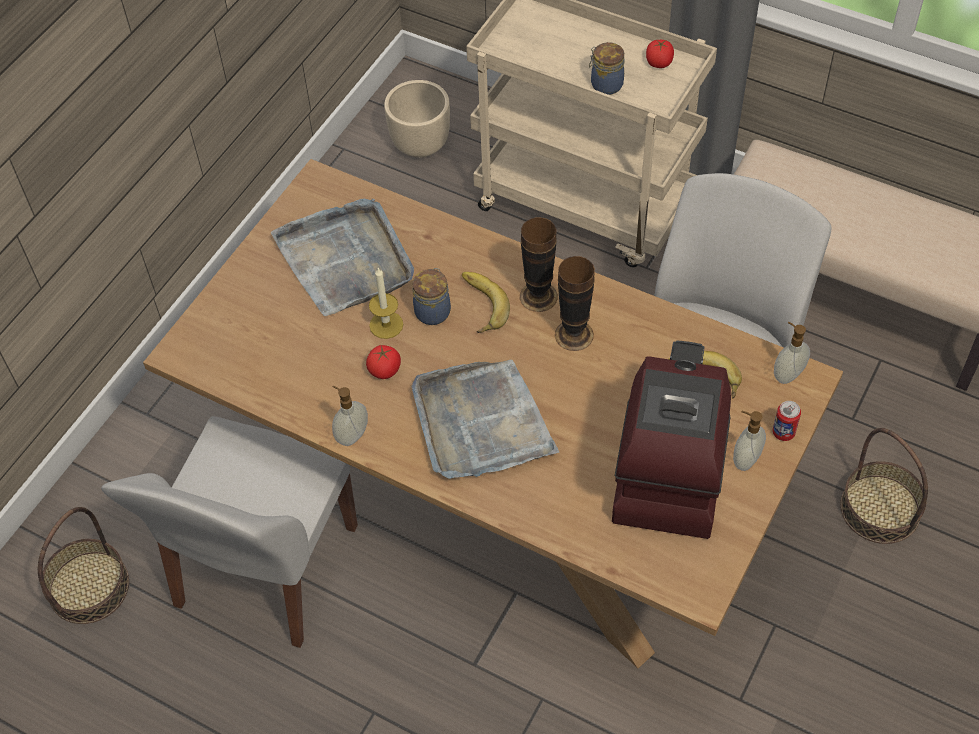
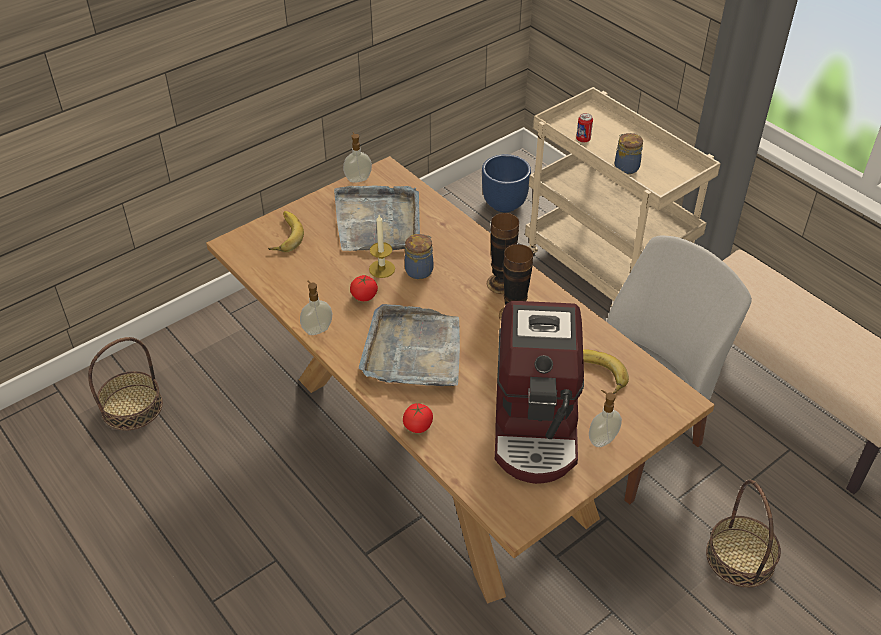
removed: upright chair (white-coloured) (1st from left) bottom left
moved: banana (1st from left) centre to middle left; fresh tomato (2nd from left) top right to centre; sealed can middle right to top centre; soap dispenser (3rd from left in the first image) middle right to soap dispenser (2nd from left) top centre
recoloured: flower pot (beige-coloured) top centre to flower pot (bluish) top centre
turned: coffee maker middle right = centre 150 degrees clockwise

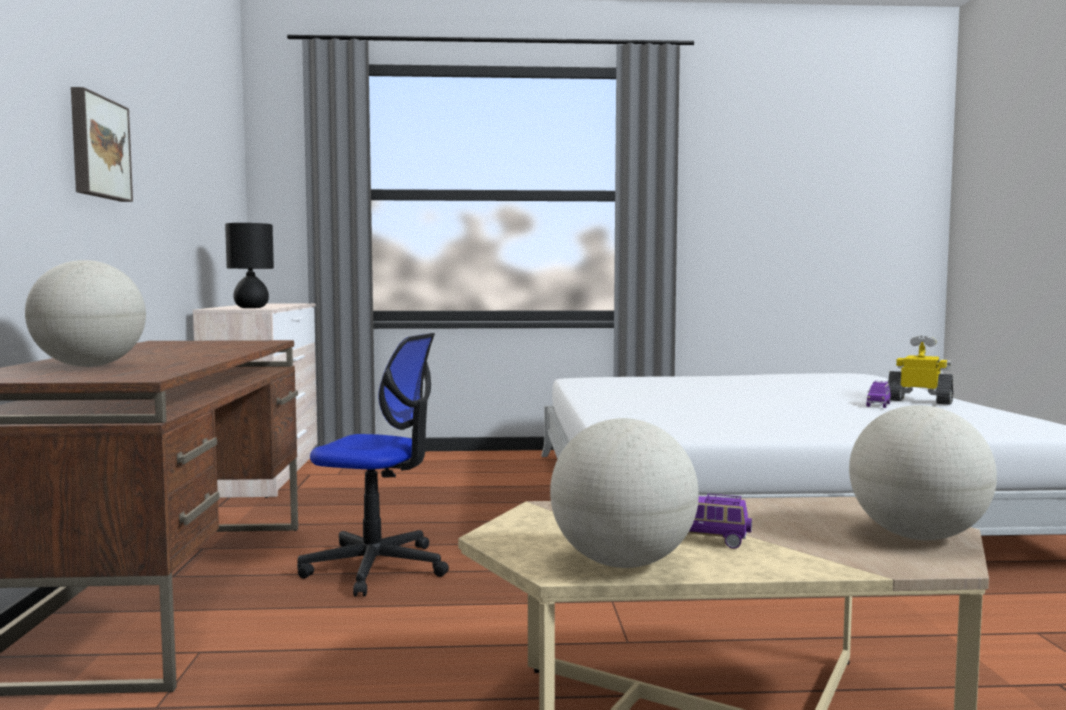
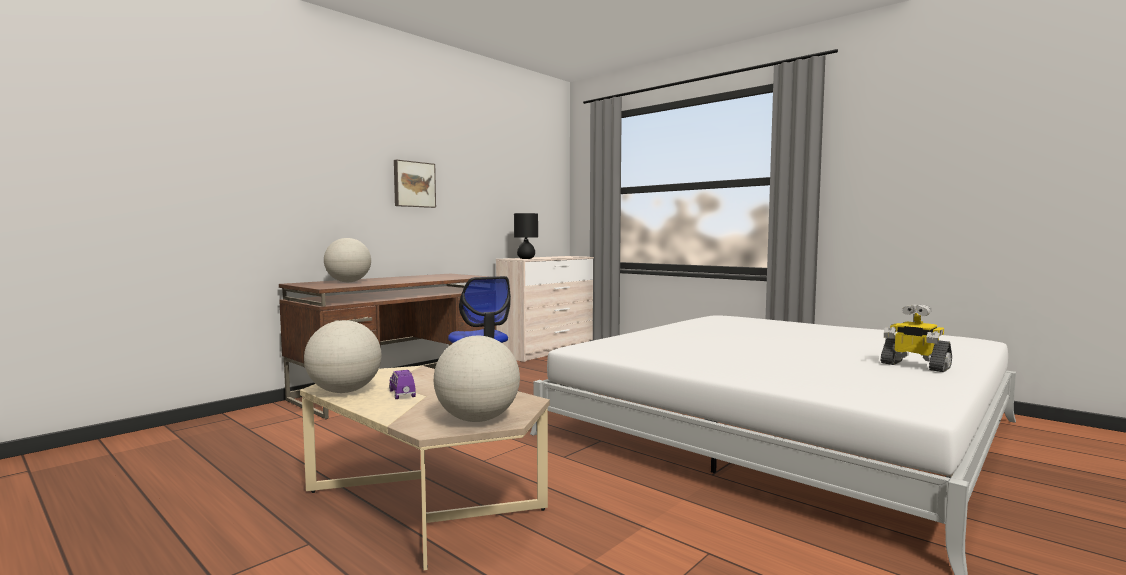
removed: miniature car (purplish) (2nd from left) middle right
turned: toy robot middle right = middle right 150 degrees clockwise

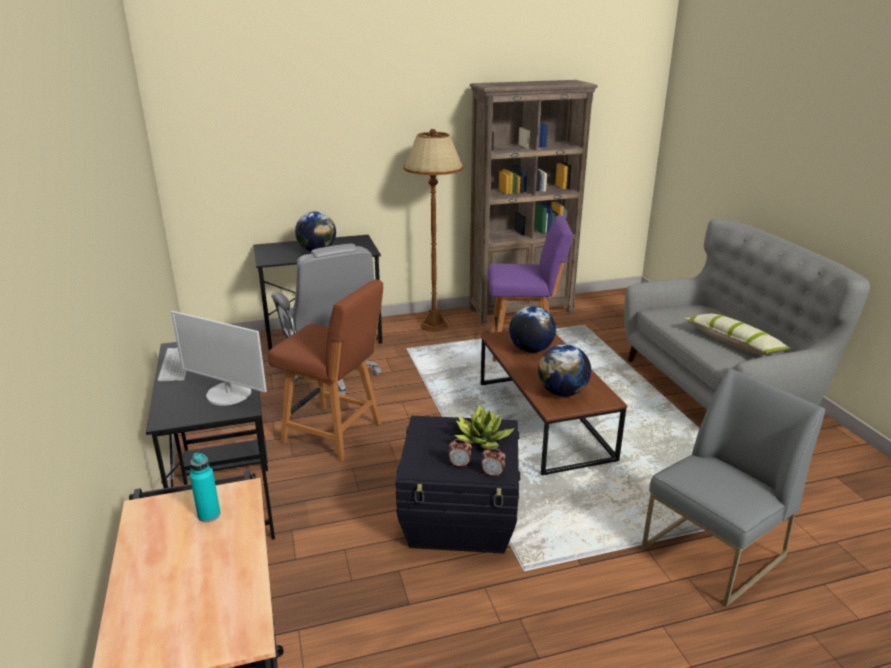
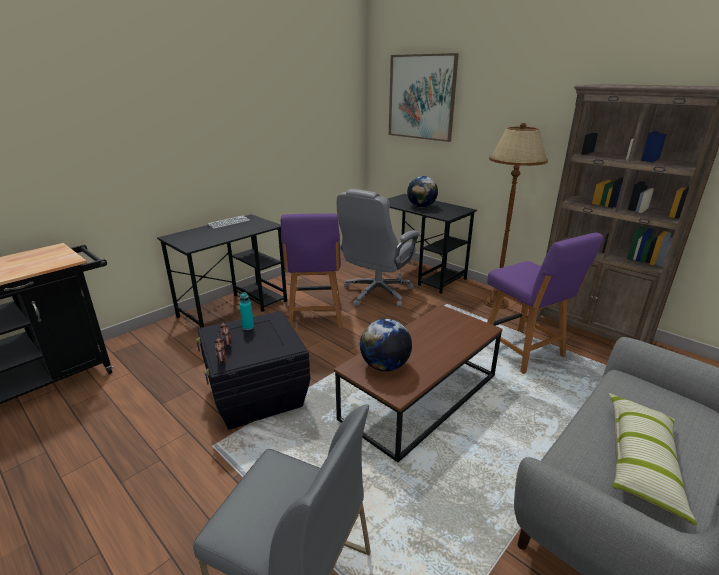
removed: computer display middle left; houseplant centre; globe (2nd from left) centre
added: picture top centre
moved: bottle (blue-green) bottom left to centre
recoloured: upright chair (brown-coloured) centre to upright chair (purplish) (1st from left) centre

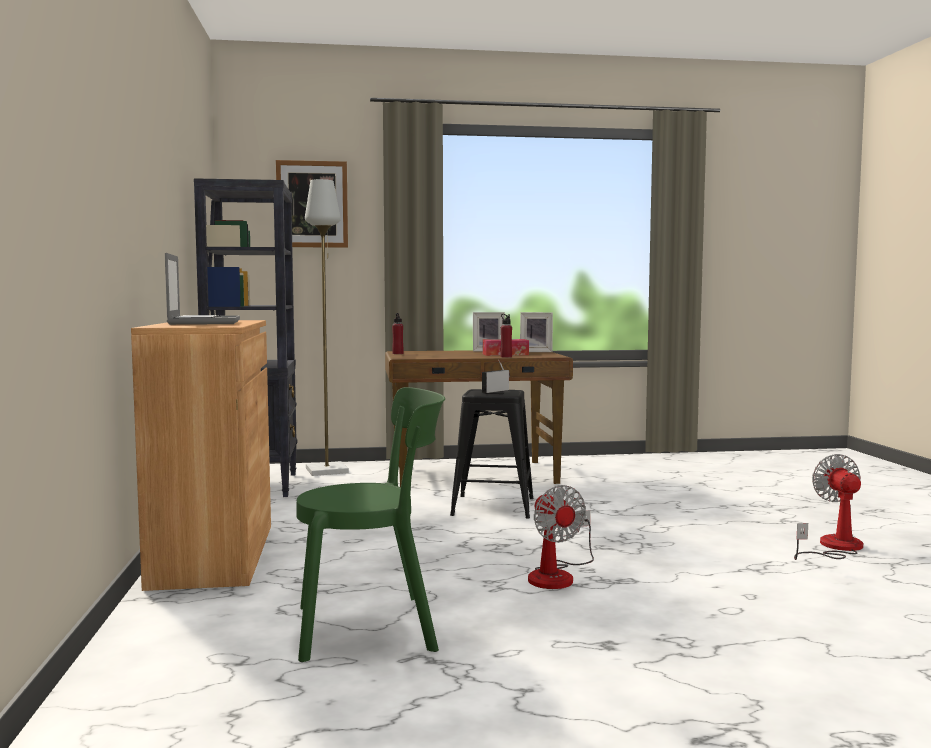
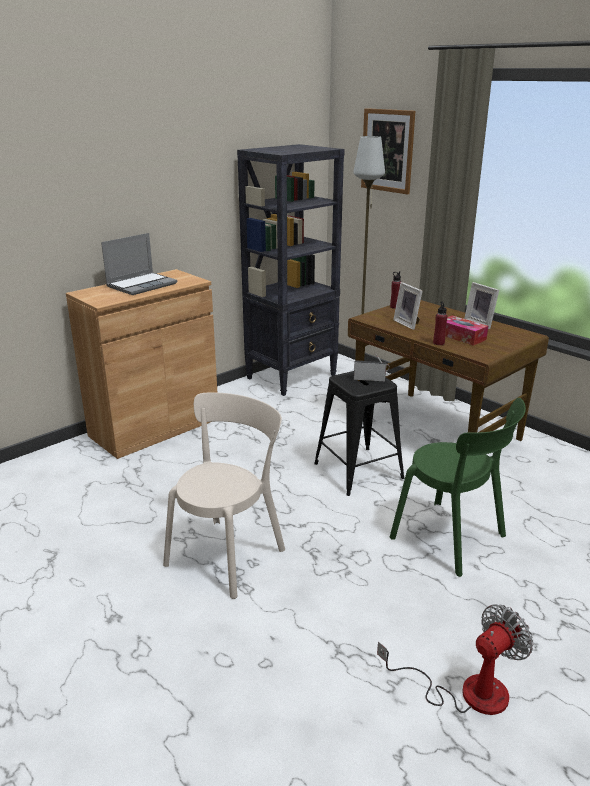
moved: upright chair (green-coloured) bottom centre to middle right; photo frame (2nd from left in the first image) centre to photo frame (1st from left) middle right
replaced: fan (1st from left) bottom centre to upright chair (beige-coloured) centre

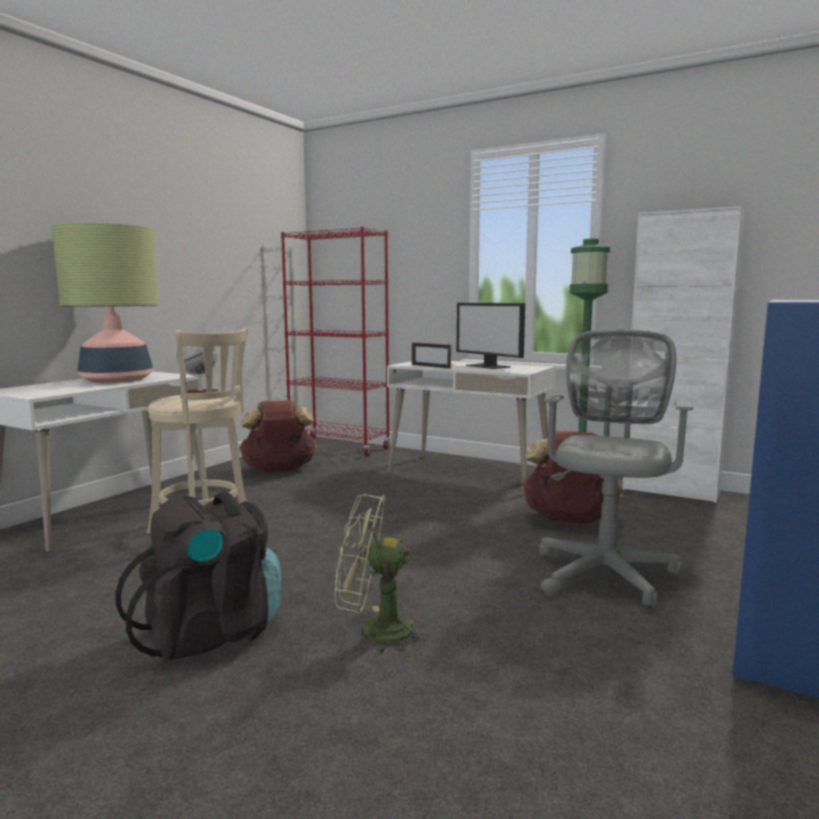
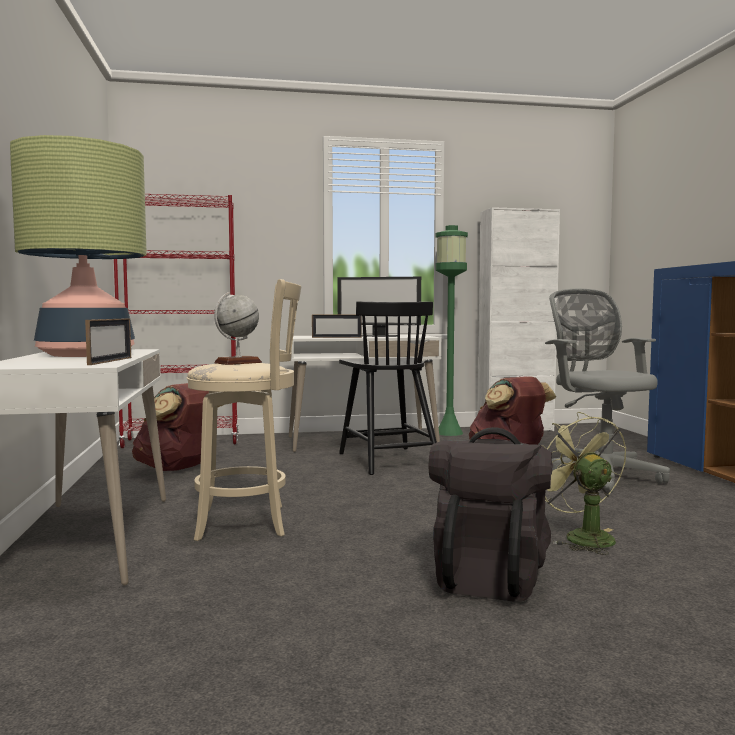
added: photo frame (1st from left) middle left; upright chair (black-coloured) centre
turned: fan (green-coloured) bottom centre = middle right 105 degrees clockwise

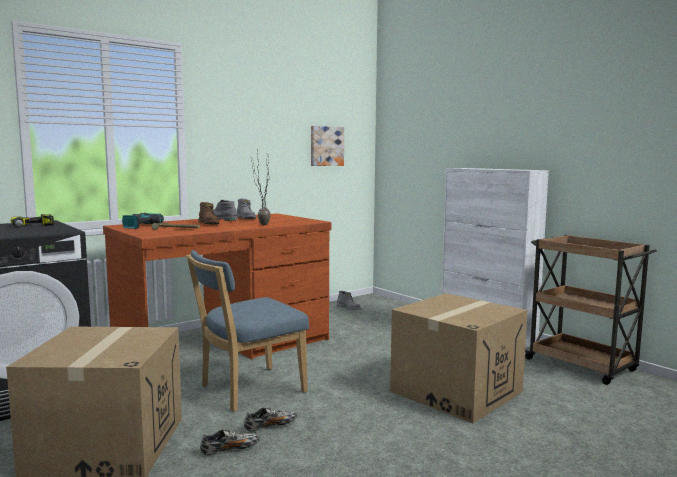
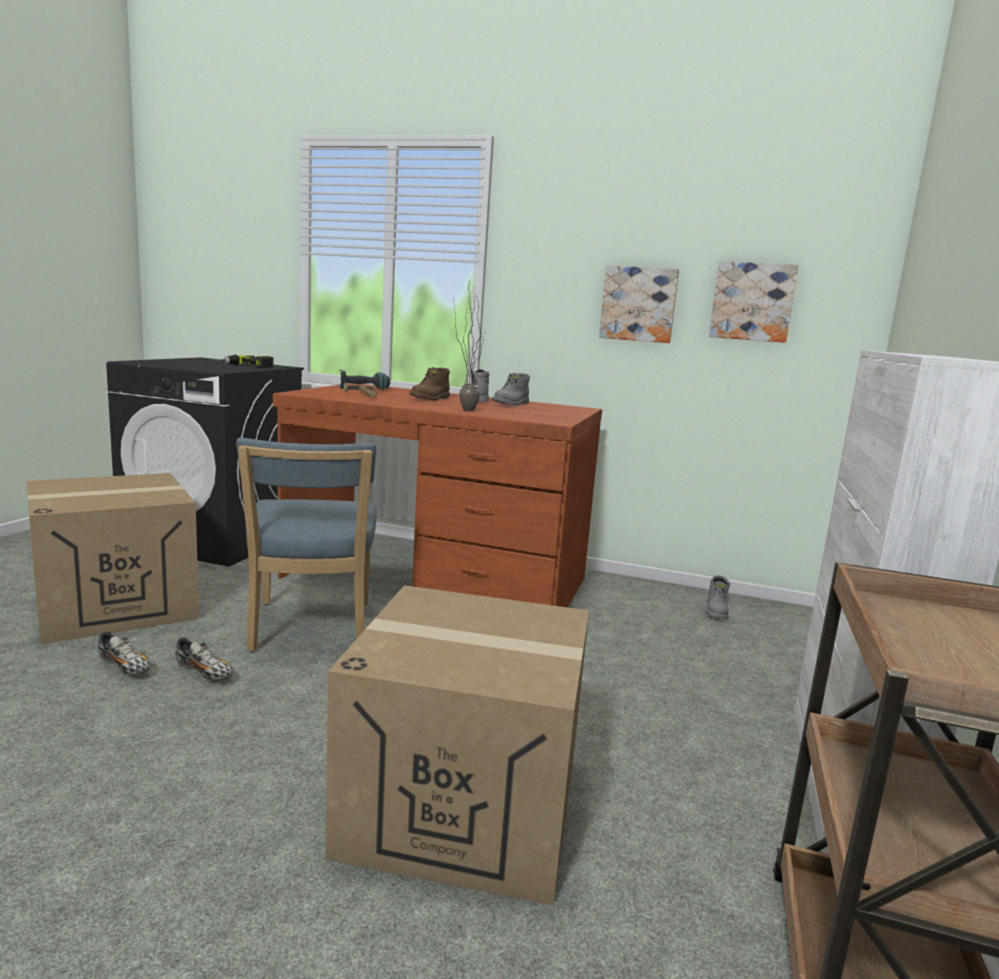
added: picture (1st from left) top centre
turned: upright chair (bluish) bottom centre = middle left 120 degrees counterclockwise

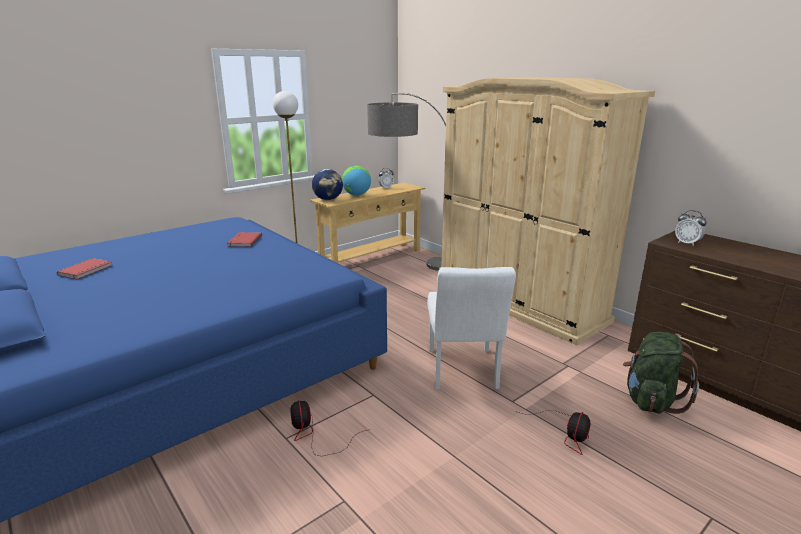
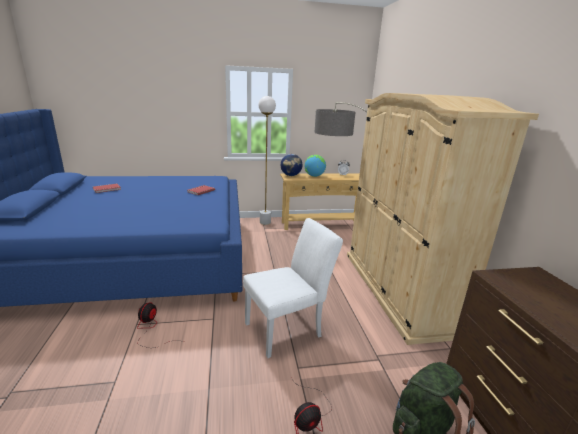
removed: table clock (2nd from left) middle right
turned: upright chair (white-coloured) centre = centre 150 degrees counterclockwise

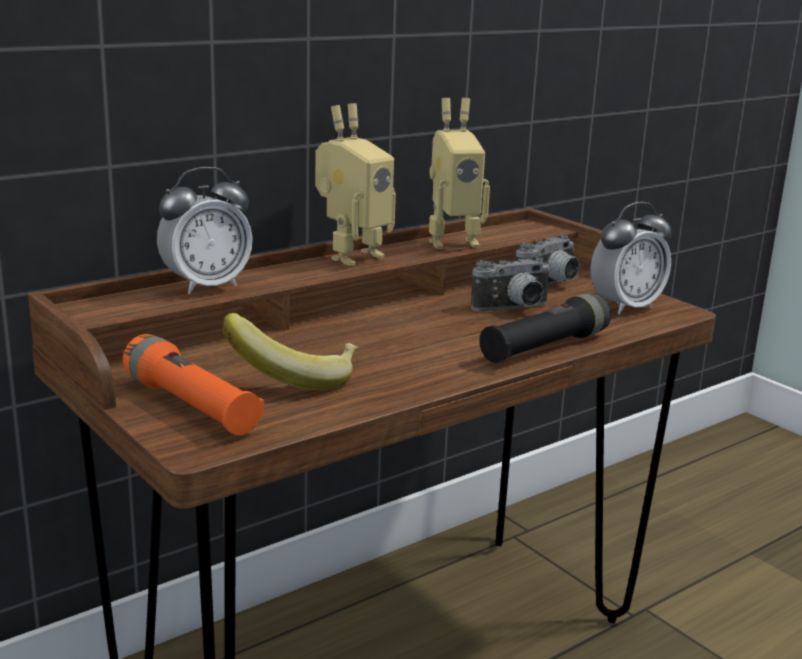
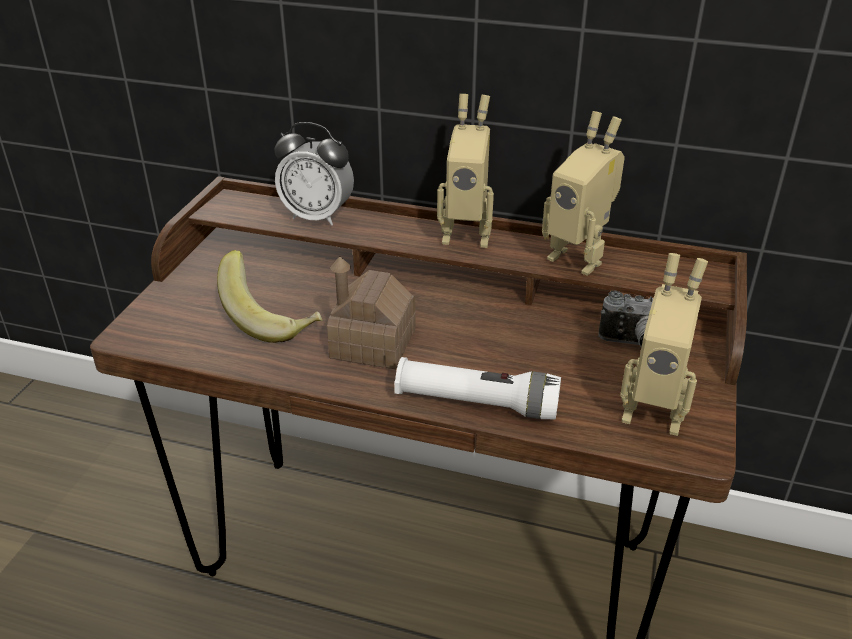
removed: flashlight (orangey) middle left; still camera (1st from left) centre
added: miniature house centre
replaced: table clock (2nd from left) middle right to toy robot (3rd from left) middle right
recoloured: flashlight (black-coloured) middle right to flashlight (white-coloured) centre

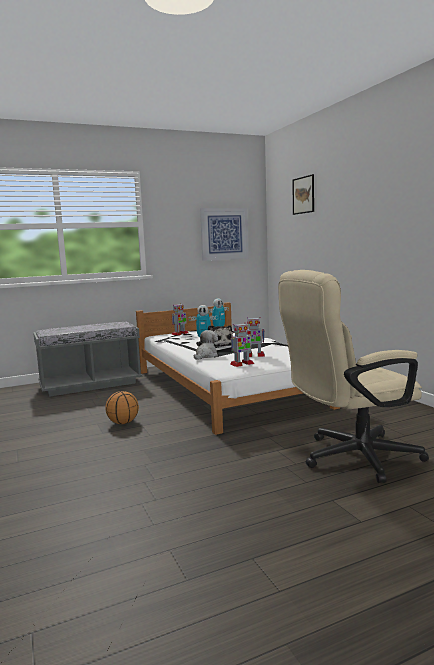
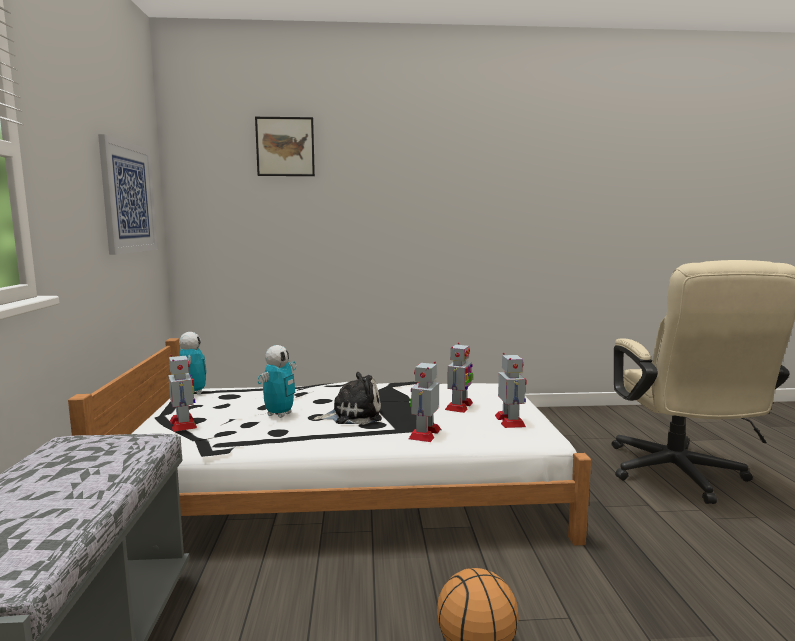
replaced: soft toy (1st from left) centre to toy robot (4th from left) centre

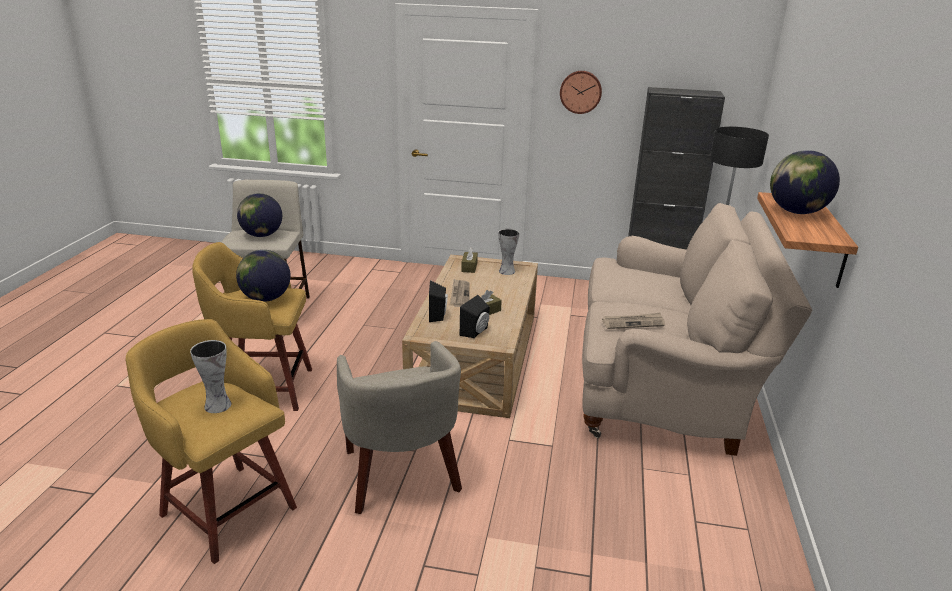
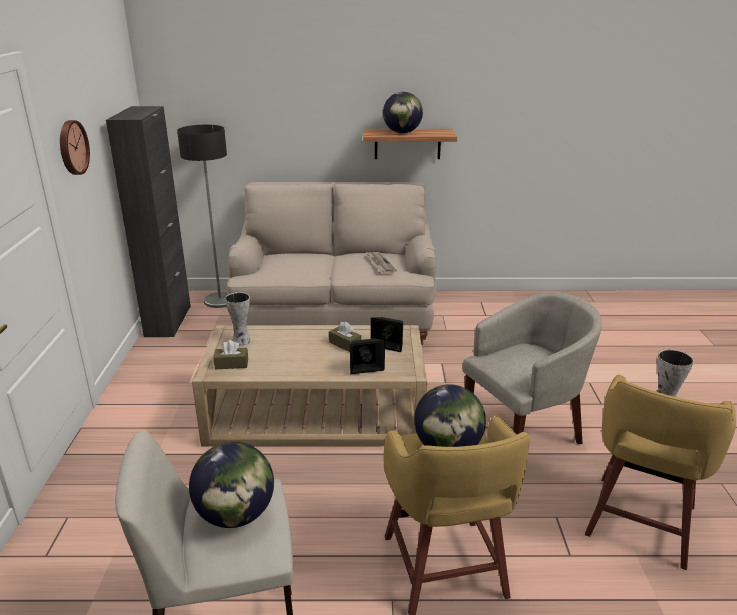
removed: printed paper (1st from left) centre

